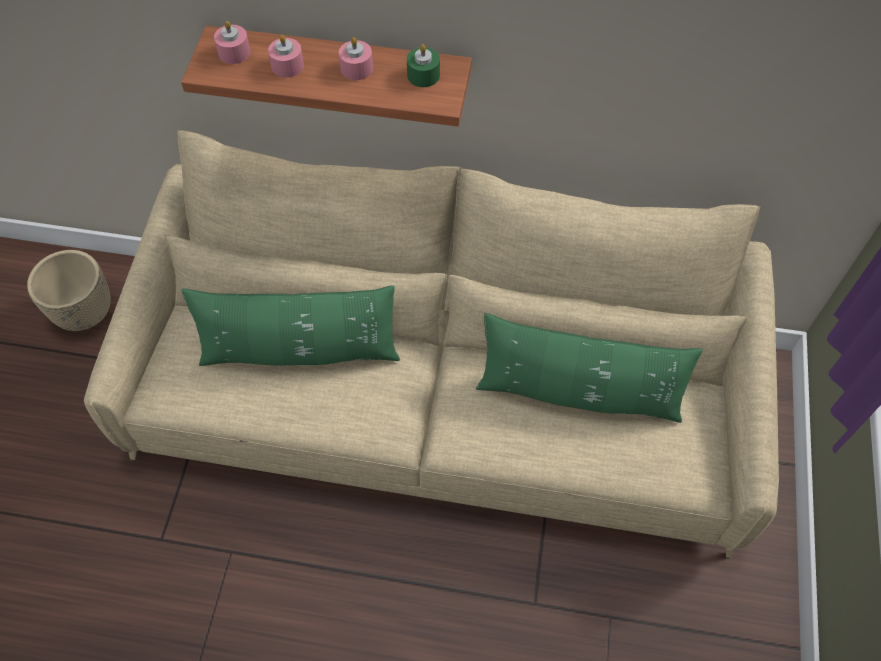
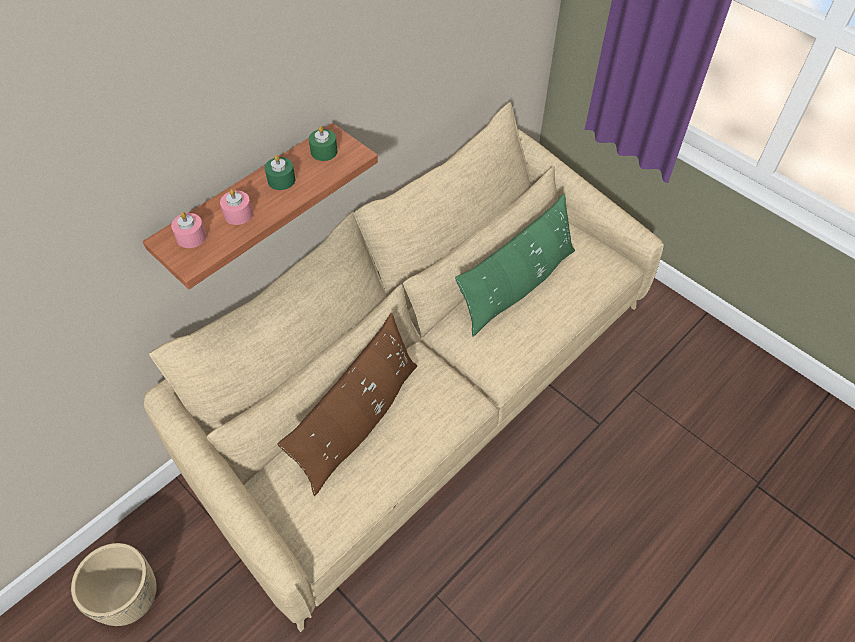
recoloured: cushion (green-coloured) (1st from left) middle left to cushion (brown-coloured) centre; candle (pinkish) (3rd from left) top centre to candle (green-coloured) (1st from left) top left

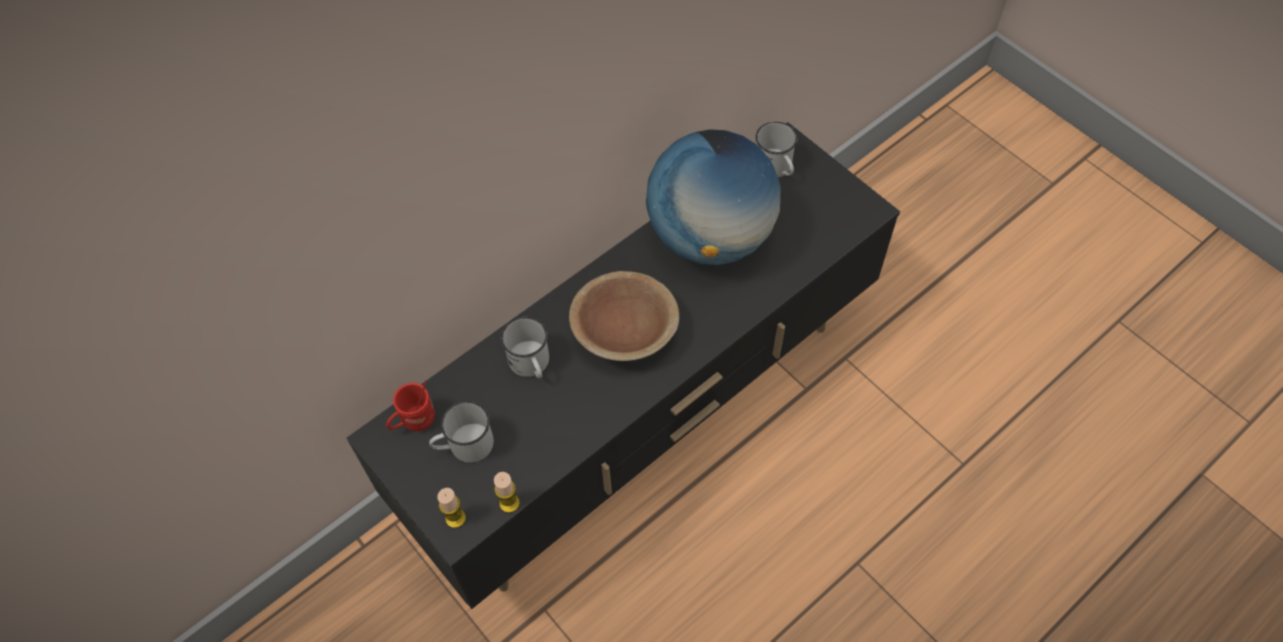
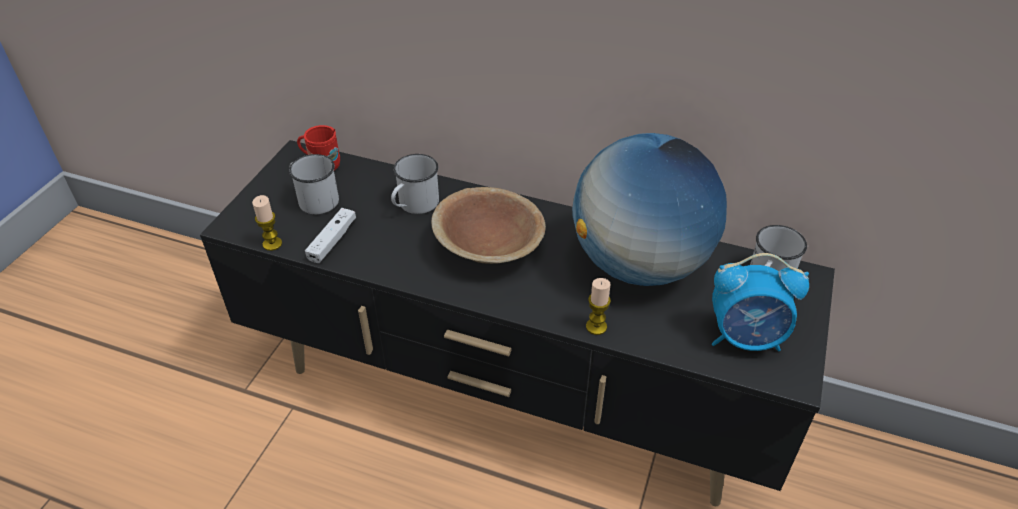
added: gamepad (white-coloured) middle left; table clock middle right
moved: candle (1st from left in the first image) bottom centre to candle (2nd from left) centre

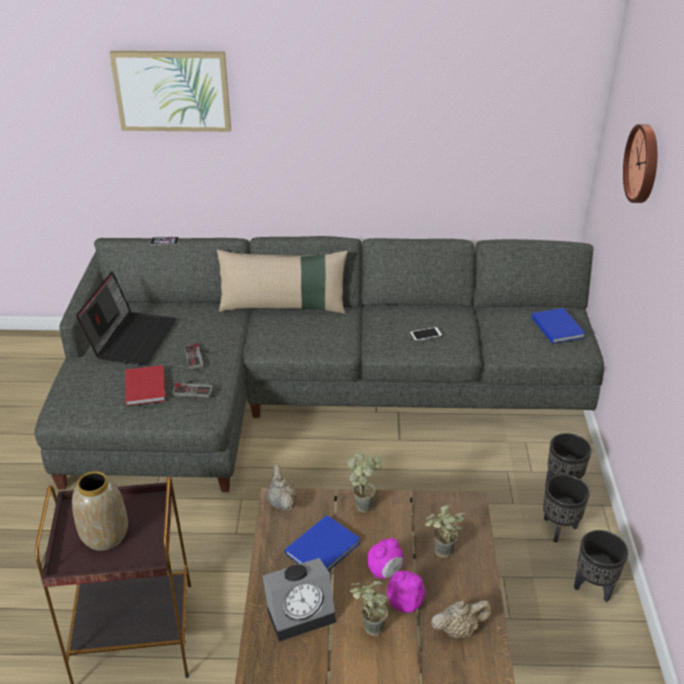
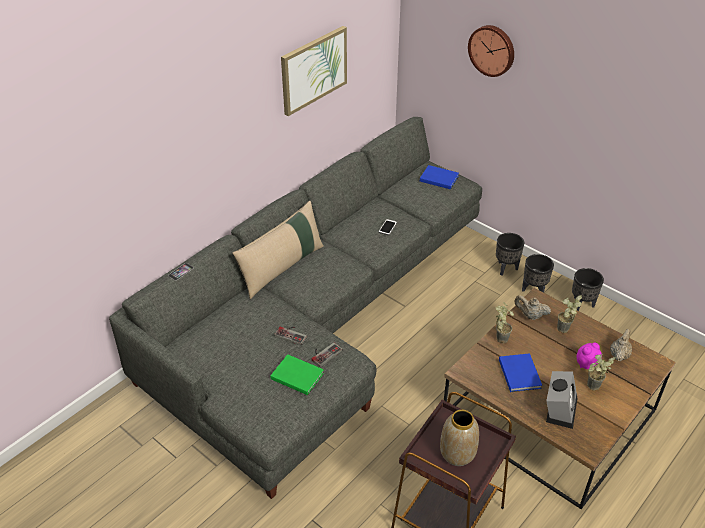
removed: notebook computer middle left; table clock (2nd from left) bottom centre
moved: picture top left to top centre; teapot (beige-coloured) (1st from left) bottom centre to middle right
recoloured: bound book (red-coloured) middle left to bound book (green-coloured) bottom centre

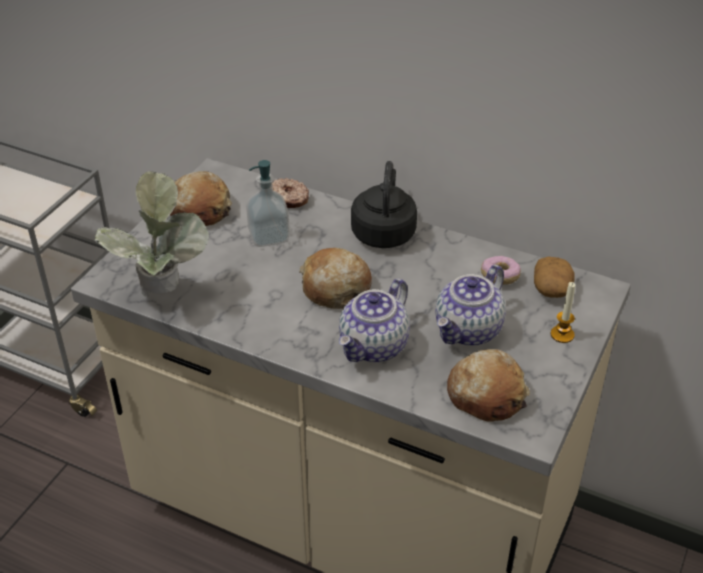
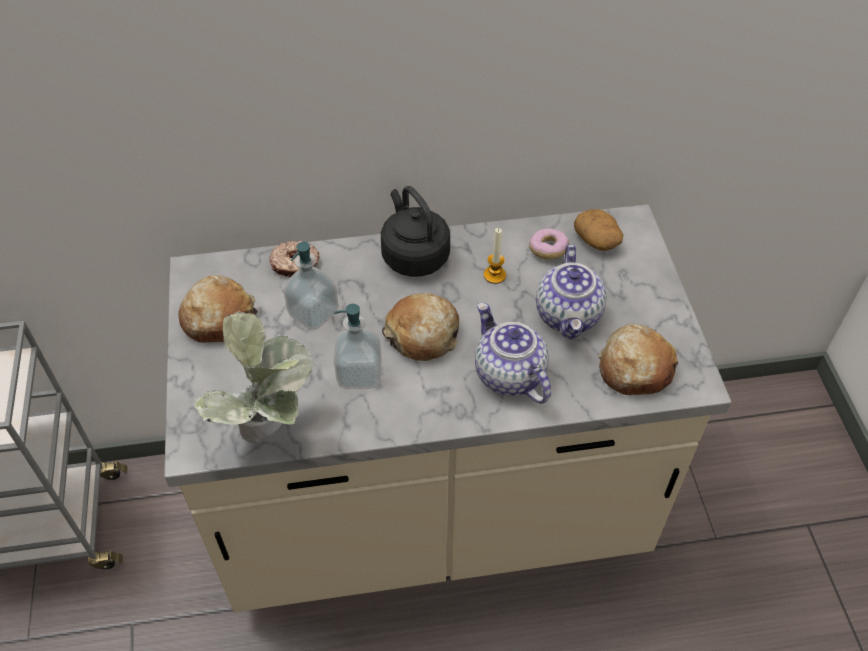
added: soap dispenser (2nd from left) centre
moved: candle middle right to centre
turned: teapot (1st from left) centre = centre 150 degrees clockwise

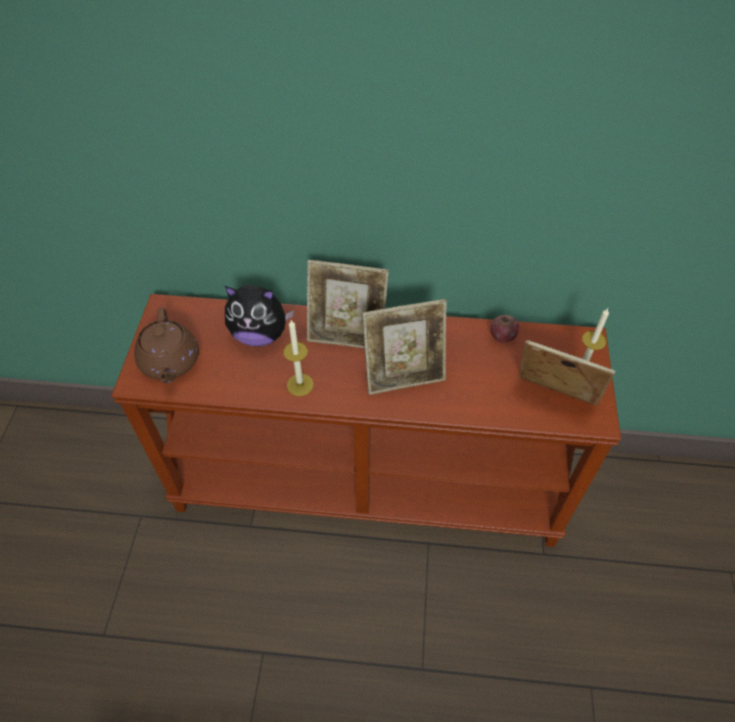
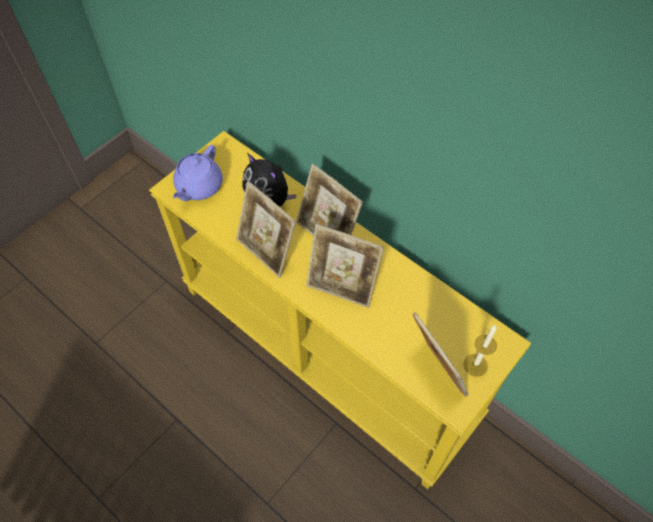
removed: whole apple middle right
replaced: candle (1st from left) centre to photo frame (1st from left) centre
recoloured: console table (brown-coloured) centre to console table (yellowish) centre; teapot (brown-coloured) middle left to teapot (purplish) top left

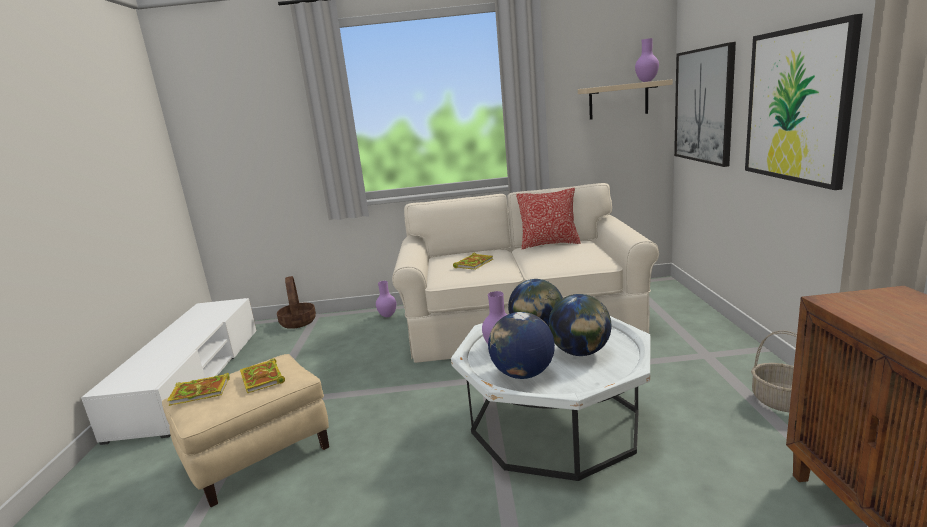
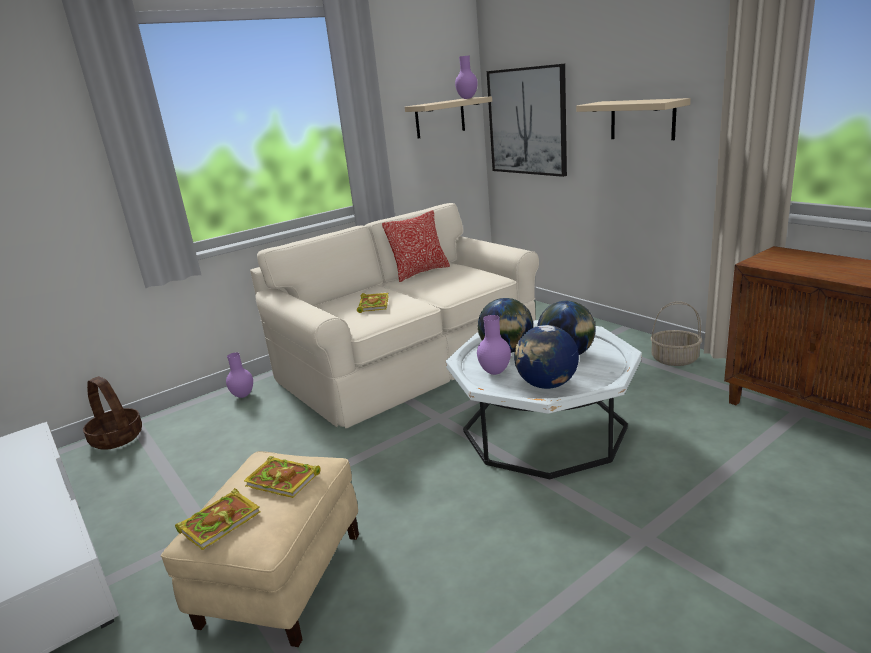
replaced: picture (2nd from left) top right to bracket shelf (beige-coloured) (2nd from left) top right

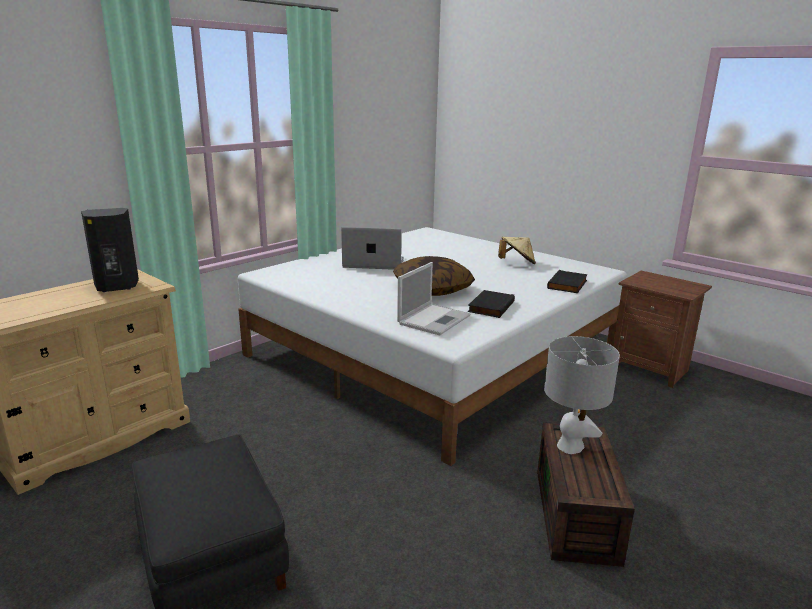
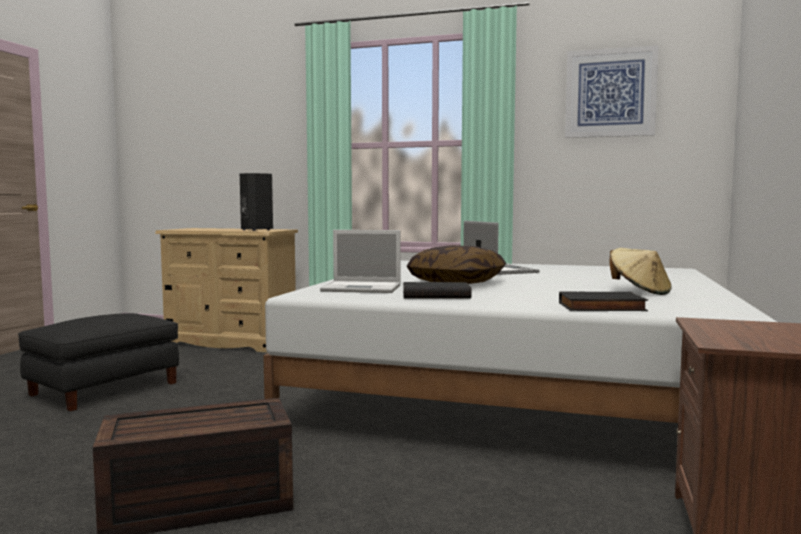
removed: tabletop lamp (gray) middle right
added: picture top right

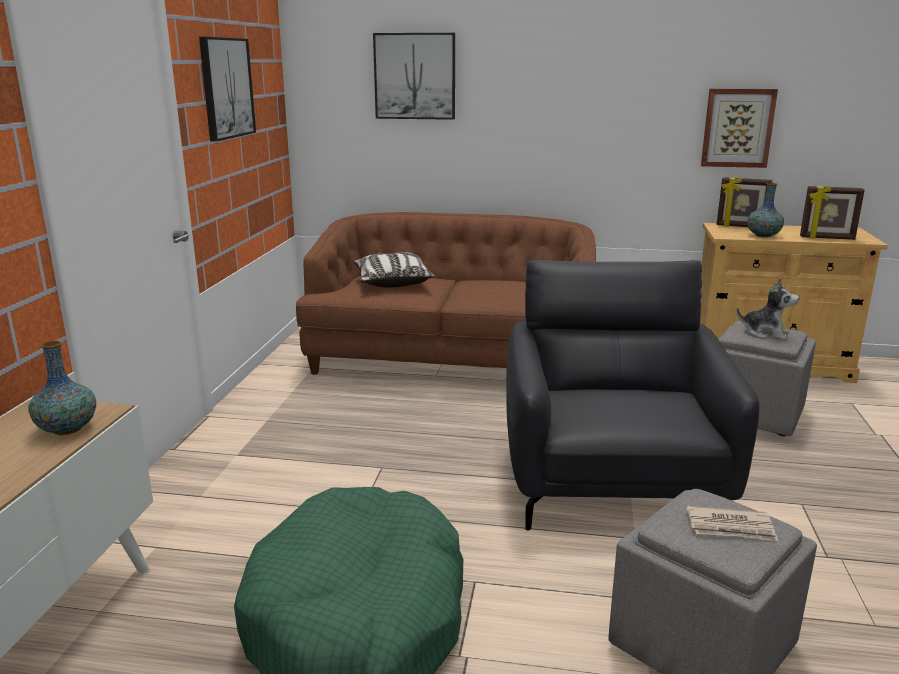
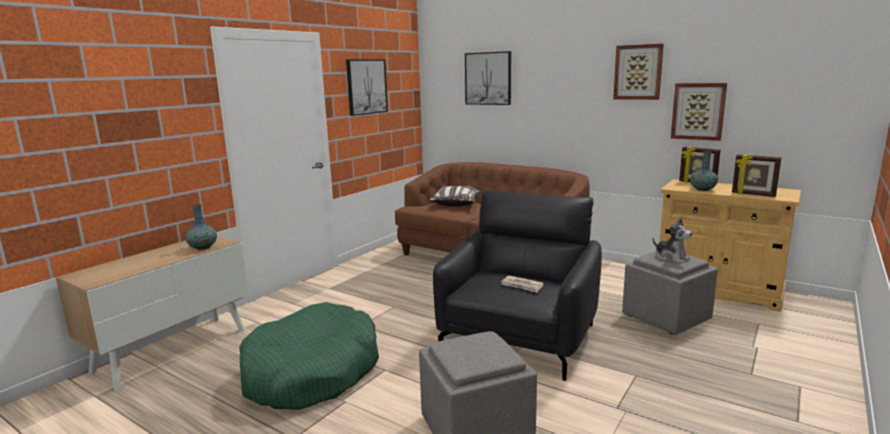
added: picture (3rd from left) top right
moved: printed paper bottom right to centre

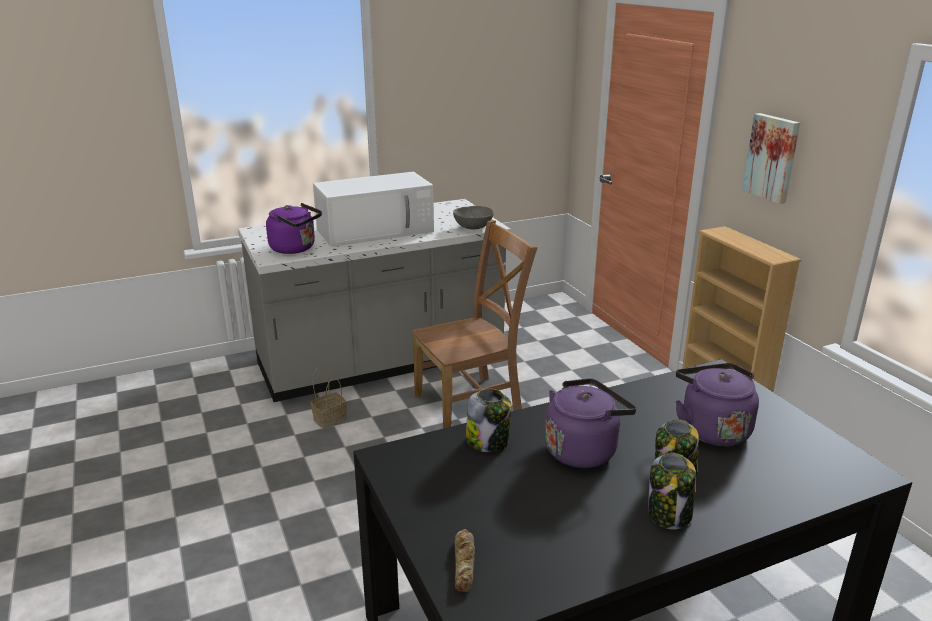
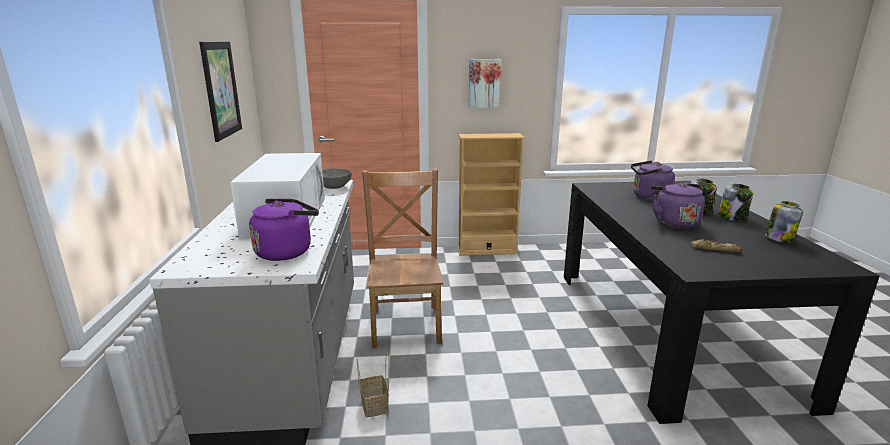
added: picture (1st from left) top left
moved: bread bottom centre to middle right; preserve jar (1st from left in the first image) bottom centre to preserve jar (3rd from left) middle right

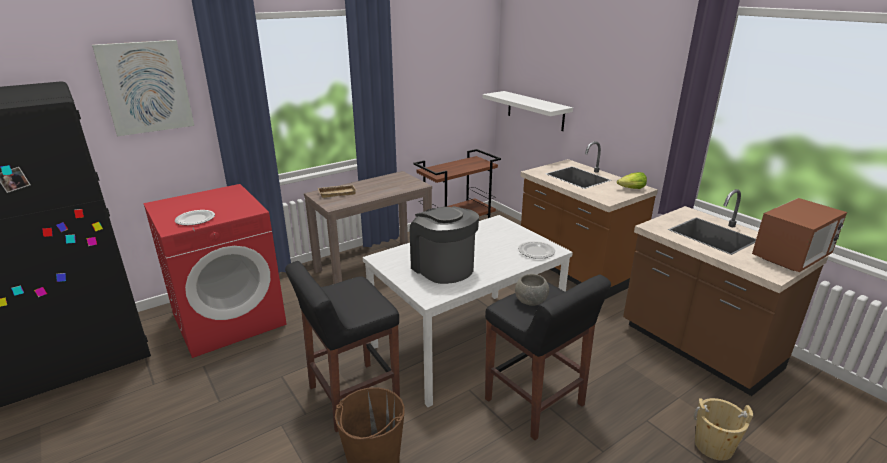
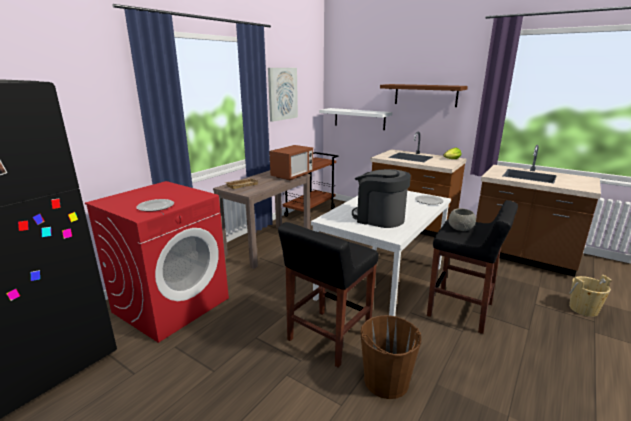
added: bracket shelf (brown-coloured) top right
moved: picture top left to top centre; microwave middle right to centre

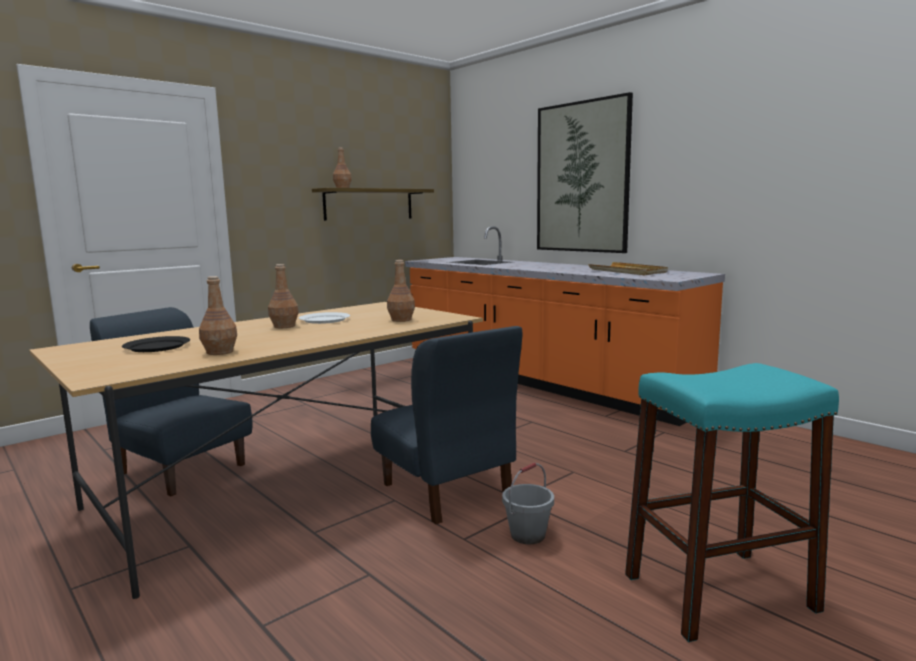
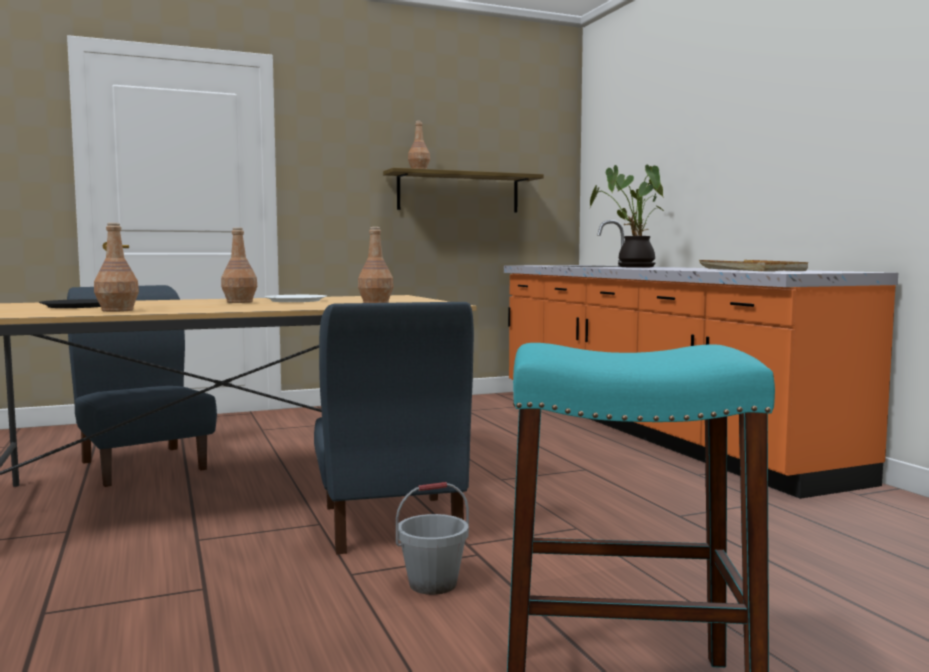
removed: picture top centre
added: houseplant top right

